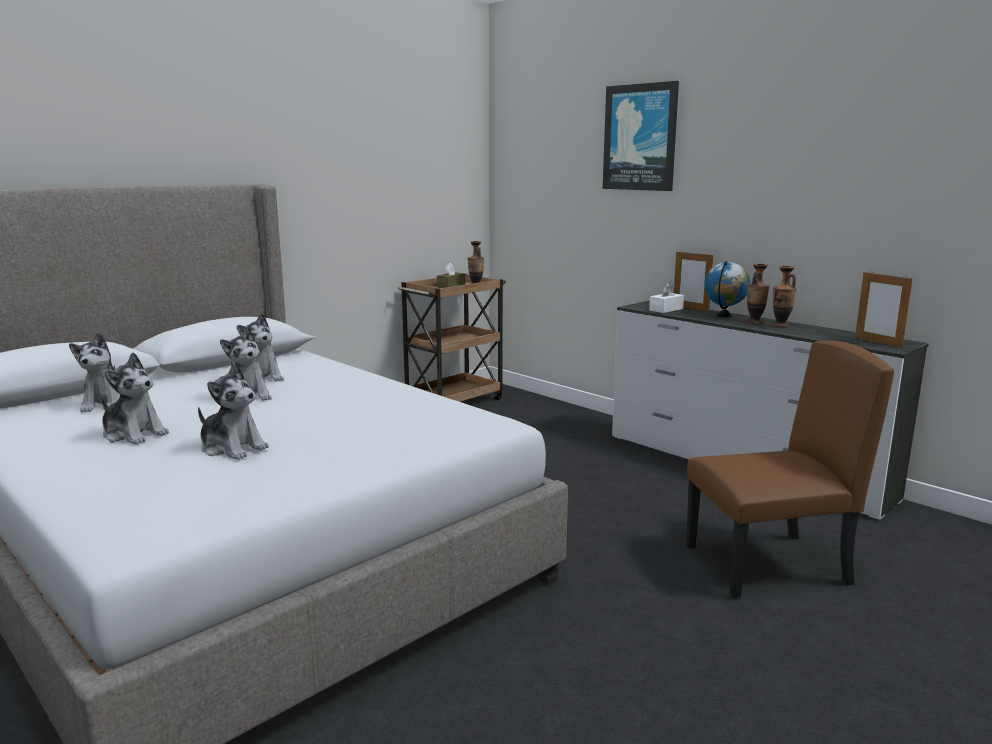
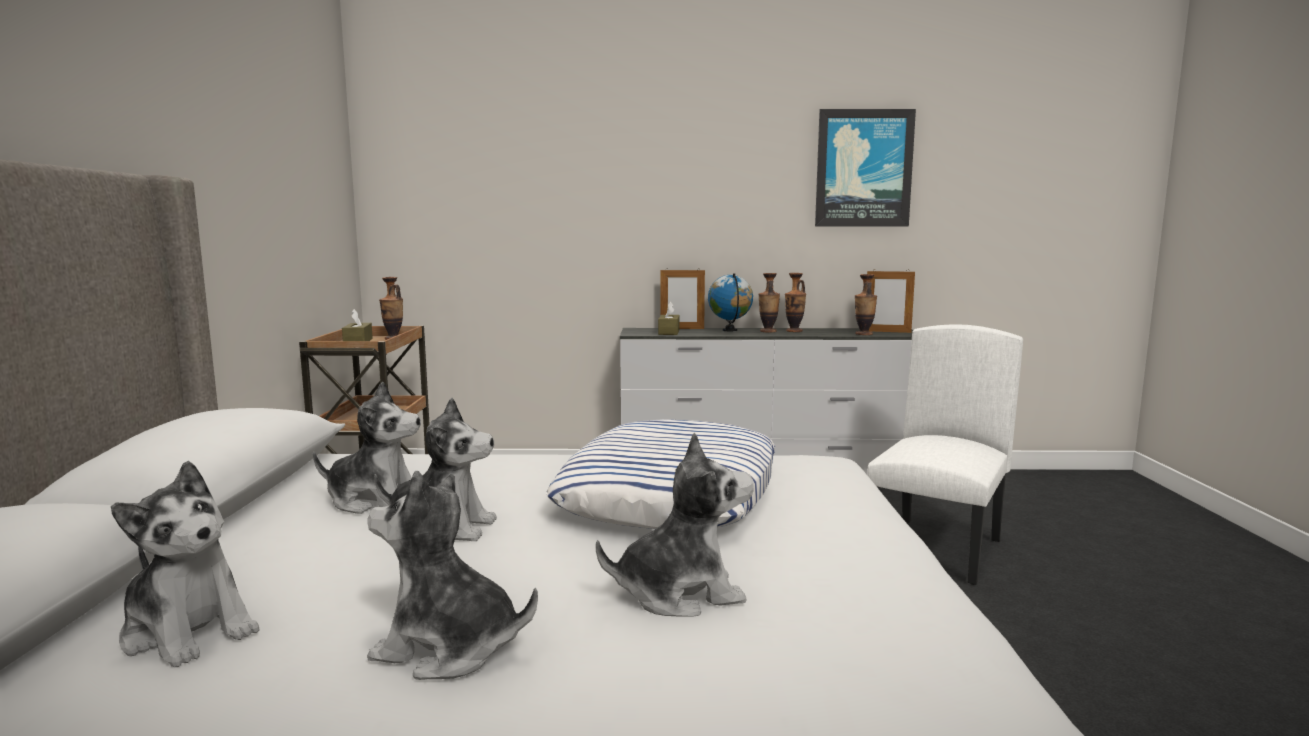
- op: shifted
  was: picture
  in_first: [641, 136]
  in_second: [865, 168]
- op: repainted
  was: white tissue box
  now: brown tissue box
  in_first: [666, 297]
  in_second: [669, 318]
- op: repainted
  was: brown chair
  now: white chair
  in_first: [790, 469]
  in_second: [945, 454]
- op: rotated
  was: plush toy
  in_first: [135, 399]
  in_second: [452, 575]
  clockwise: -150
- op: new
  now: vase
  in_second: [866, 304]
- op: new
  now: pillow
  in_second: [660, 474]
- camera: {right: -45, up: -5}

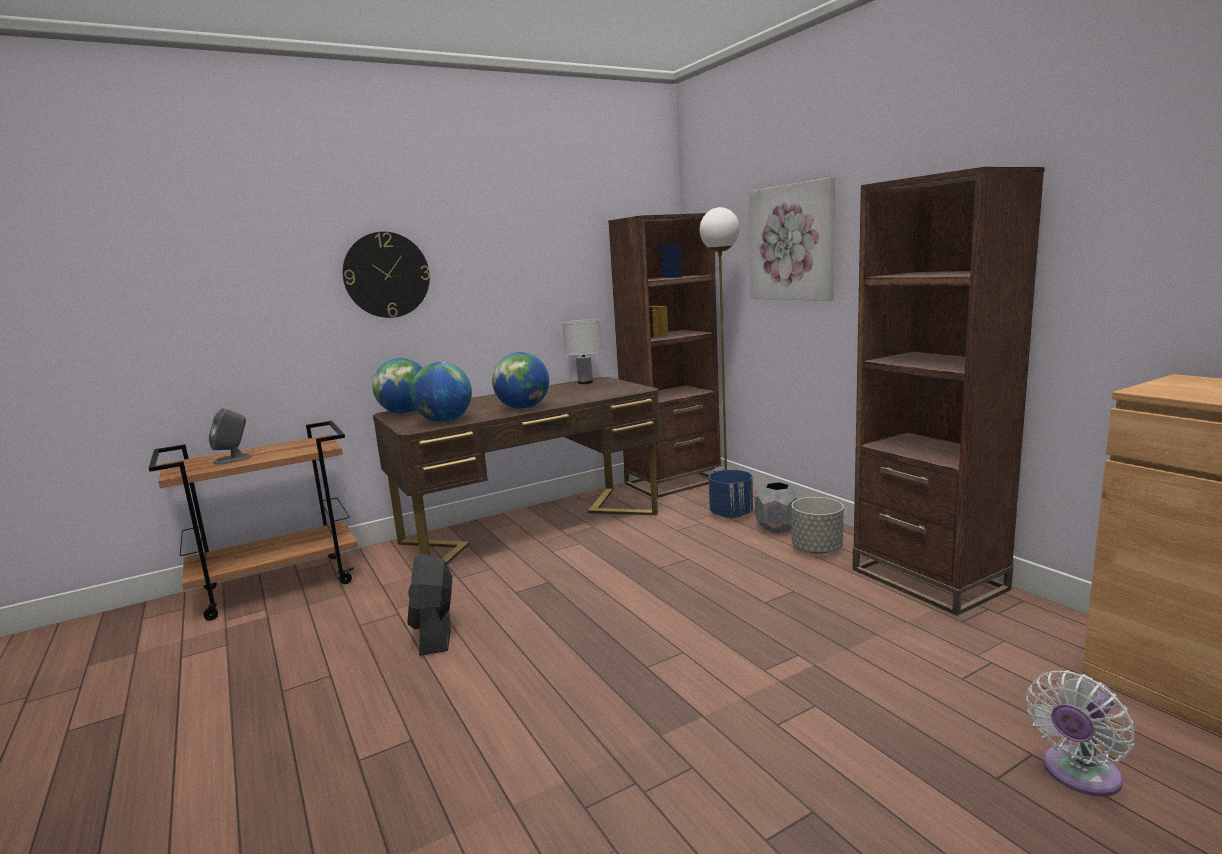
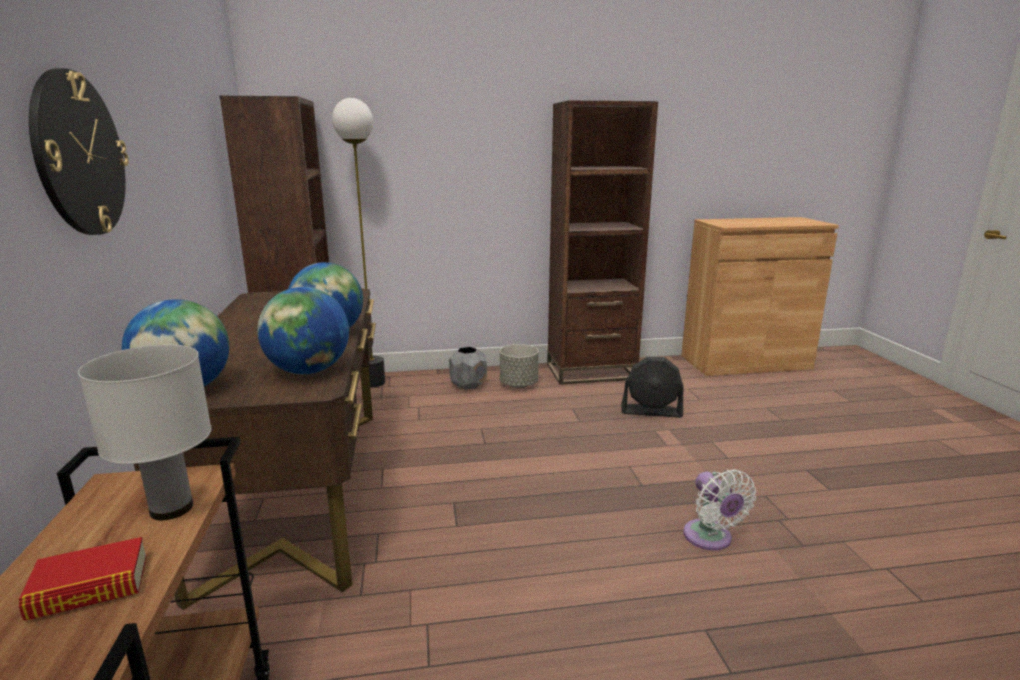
- op: gone
  was: picture
  in_first: [792, 239]
- op: shifted
  was: white table lamp
  in_first: [582, 351]
  in_second: [145, 432]
- op: swapped
  was: grey speaker
  now: book
  in_first: [230, 436]
  in_second: [83, 579]
- op: gone
  was: blue planter
  in_first: [731, 494]
- op: shifted
  was: black fan
  in_first: [429, 605]
  in_second: [652, 387]
- op: shifted
  was: white fan
  in_first: [1080, 733]
  in_second: [719, 510]
- camera: {right: -70, up: 5}

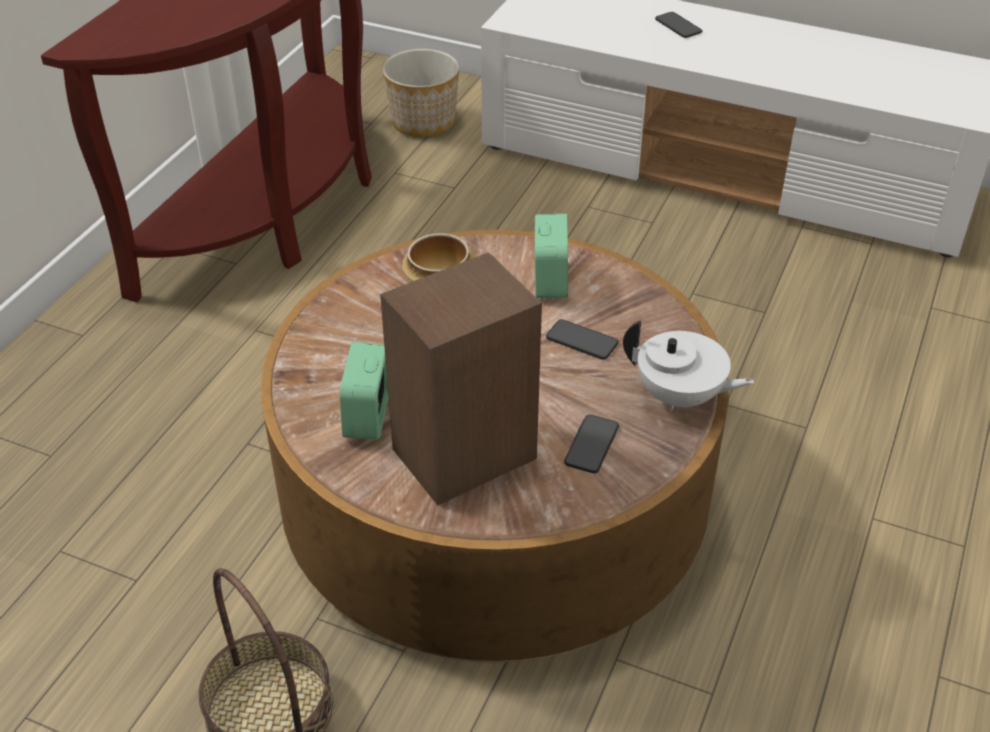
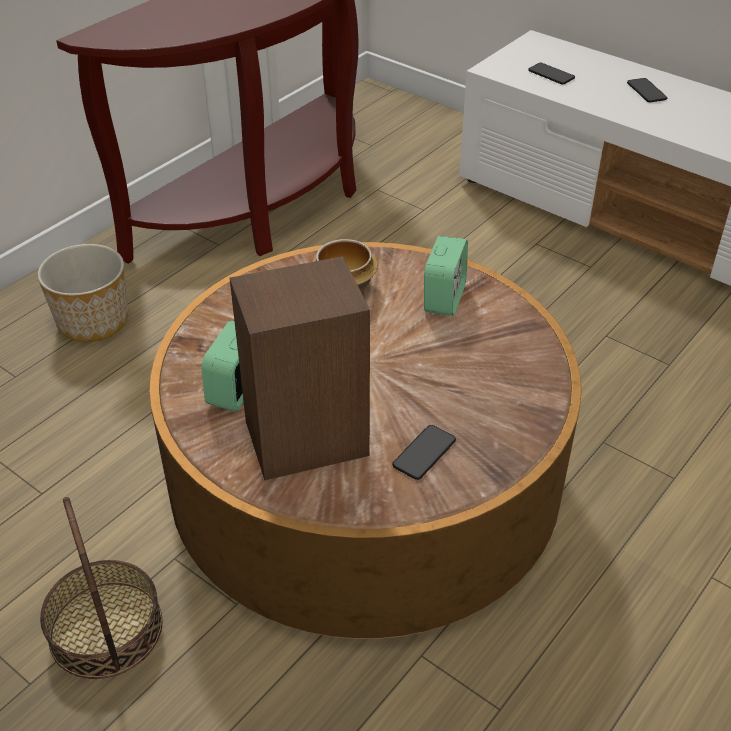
- op: shifted
  was: planter
  in_first: [420, 93]
  in_second: [82, 293]
- op: shifted
  was: phone
  in_first: [582, 339]
  in_second: [551, 73]
- op: gone
  was: white teapot
  in_first: [688, 366]
- camera: {right: 15, up: 0}

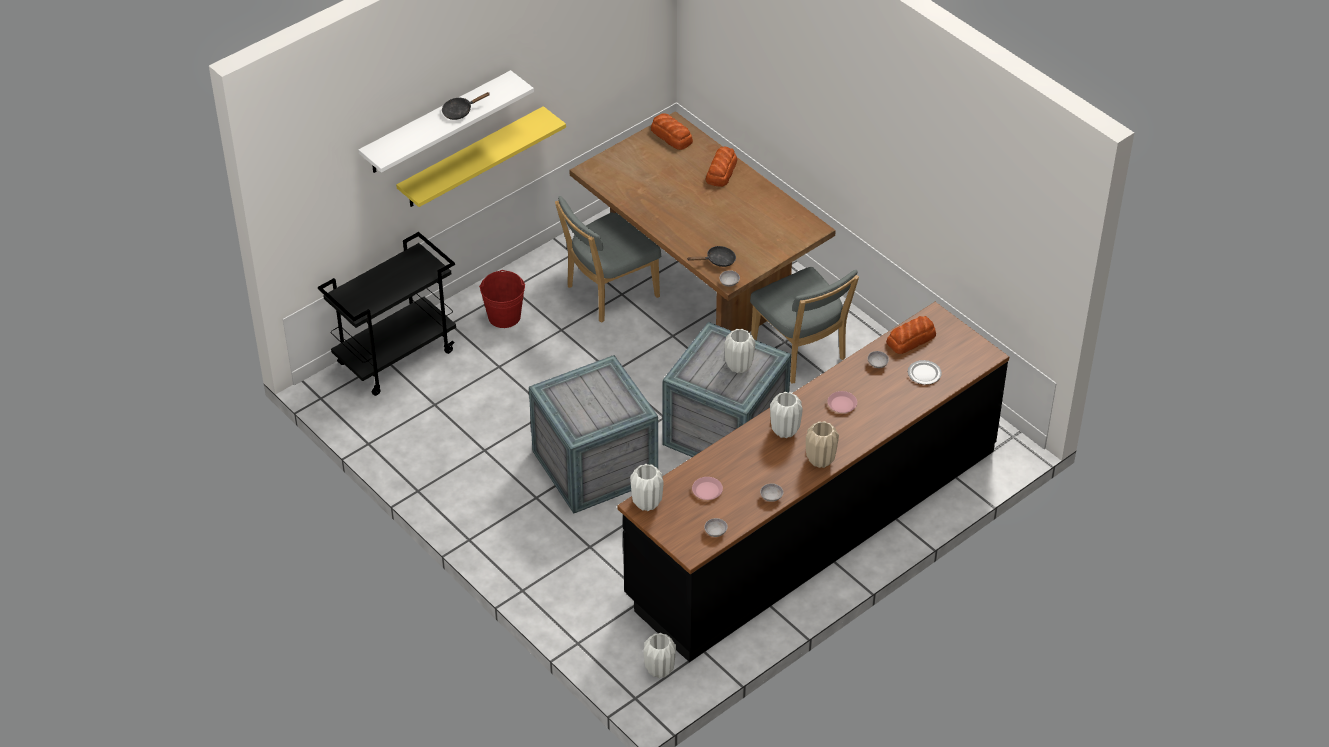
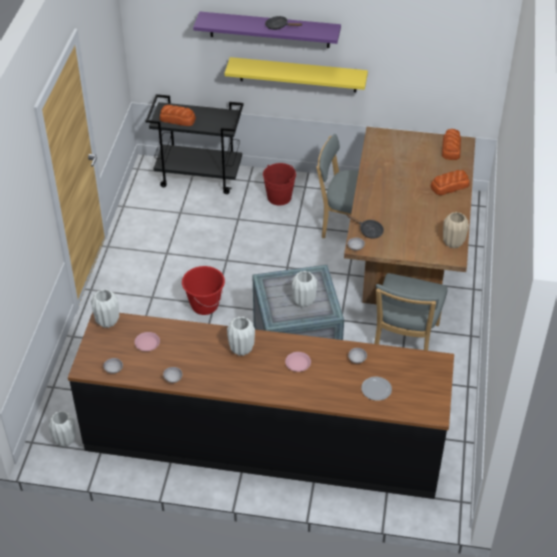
- op: repainted
  was: white shelf
  now: purple shelf
  in_first: [446, 121]
  in_second: [267, 29]
- op: shifted
  was: bread
  in_first: [911, 335]
  in_second: [178, 115]
- op: swapped
  was: crate
  now: red bucket
  in_first: [593, 434]
  in_second: [203, 290]
- op: shifted
  was: beige vase
  in_first: [822, 444]
  in_second: [456, 230]
- camera: {right: 50, up: 0}

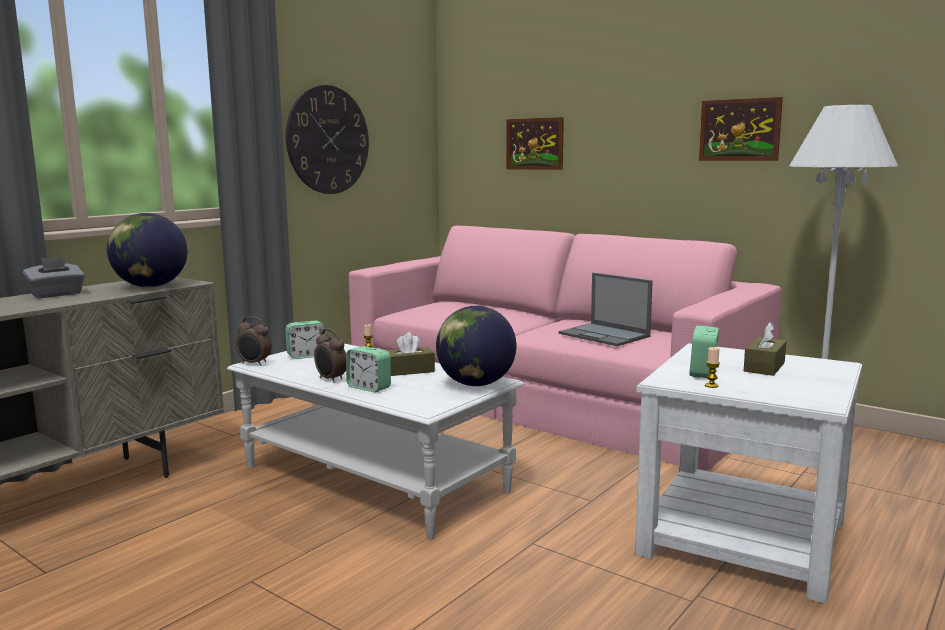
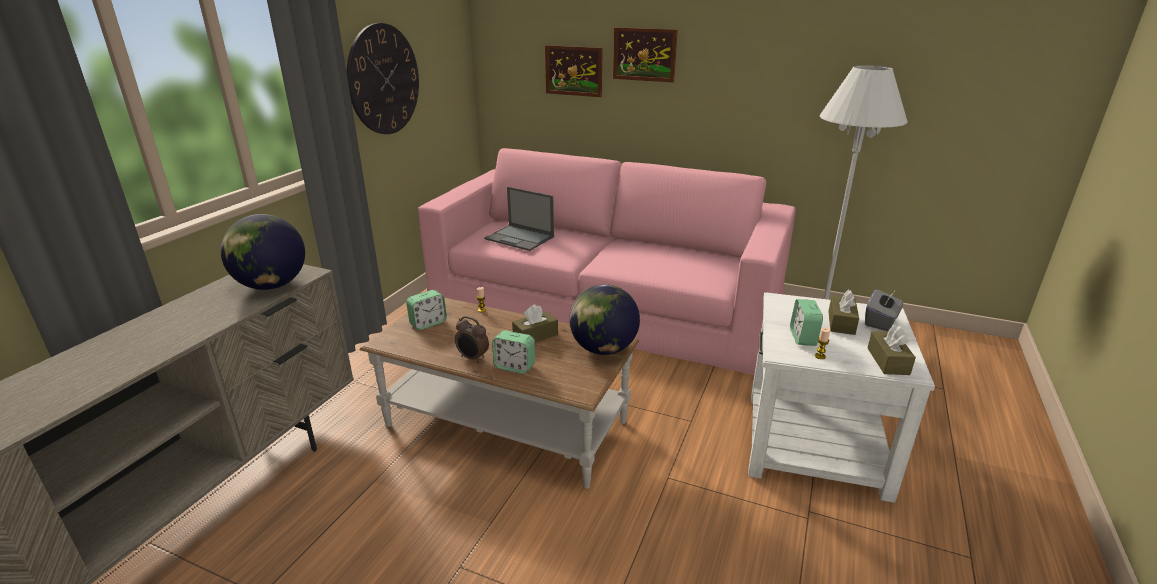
- op: shifted
  was: picture
  in_first: [741, 129]
  in_second: [645, 55]
- op: shifted
  was: grey tissue box
  in_first: [54, 277]
  in_second: [884, 310]
- op: shifted
  was: laptop
  in_first: [606, 309]
  in_second: [519, 219]
- op: gone
  was: alarm clock
  in_first: [254, 341]
- op: repainted
  was: white coffee table
  now: brown coffee table
  in_first: [376, 441]
  in_second: [499, 393]
- op: new
  now: brown tissue box
  in_second: [892, 350]
- camera: {right: -15, up: 15}

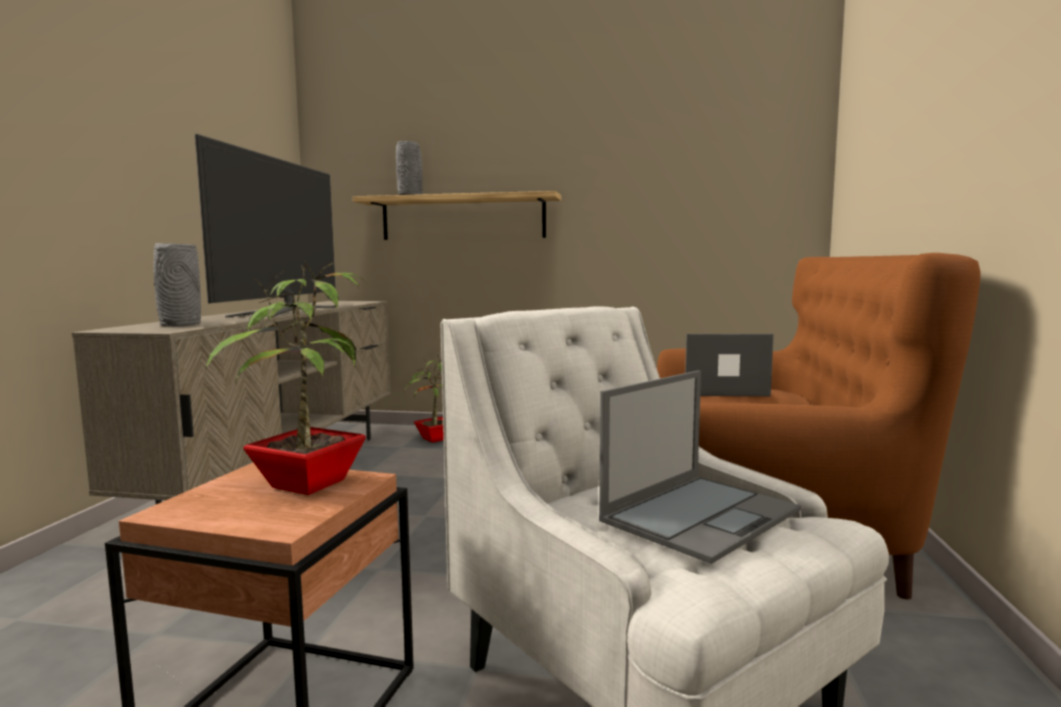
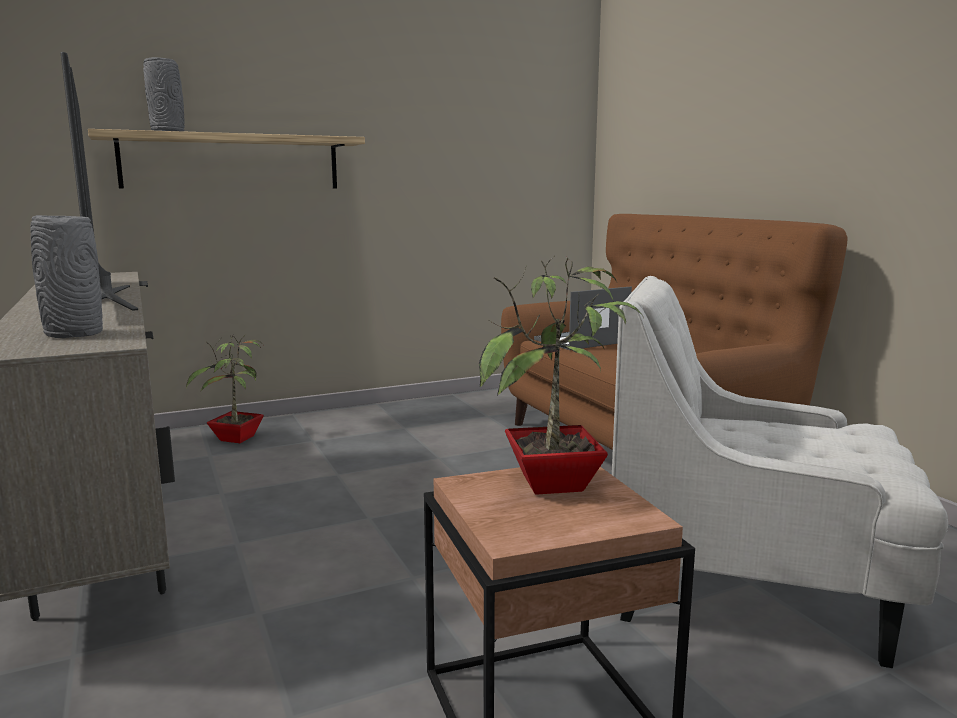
- op: gone
  was: laptop
  in_first: [700, 467]
- camera: {right: -35, up: 5}

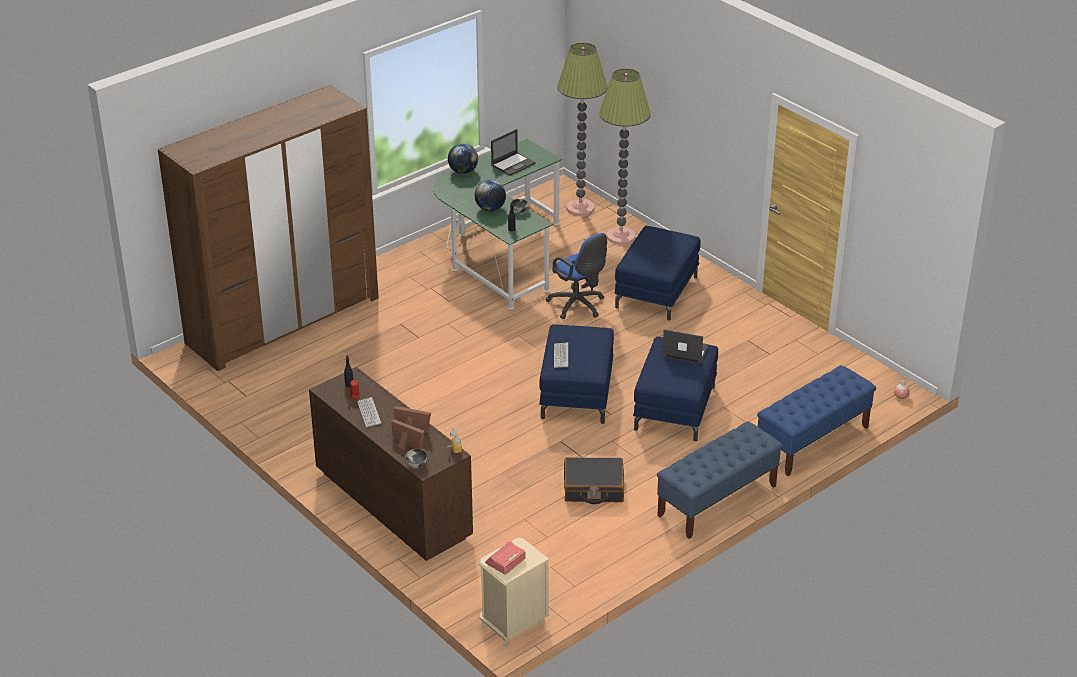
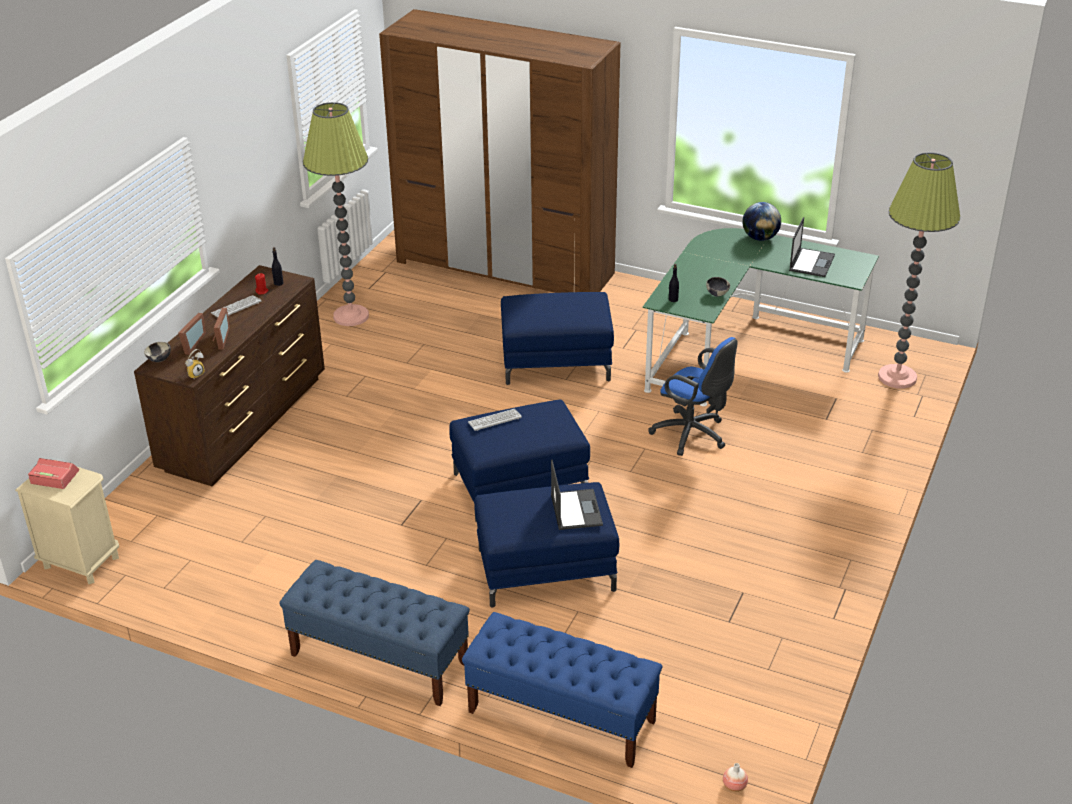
- op: shifted
  was: floor lamp
  in_first: [625, 156]
  in_second: [336, 214]
- op: rotated
  was: laptop
  in_first: [513, 152]
  in_second: [812, 247]
  clockwise: -90
- op: gone
  was: globe
  in_first: [490, 195]
- op: shifted
  was: blue ottoman
  in_first: [657, 272]
  in_second: [557, 338]
- op: rotated
  was: blue office chair
  in_first: [576, 276]
  in_second: [693, 396]
  clockwise: -75
- op: gone
  was: black suitcase
  in_first: [594, 480]
- camera: {right: 65, up: 0}

